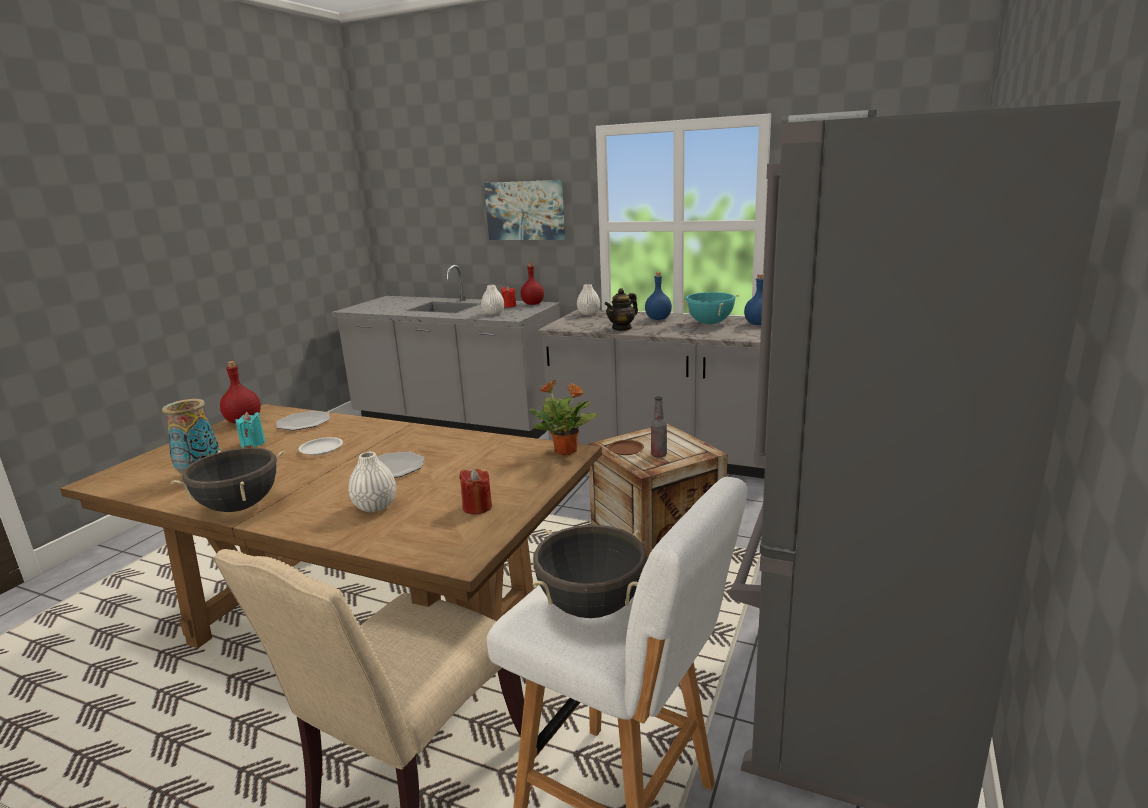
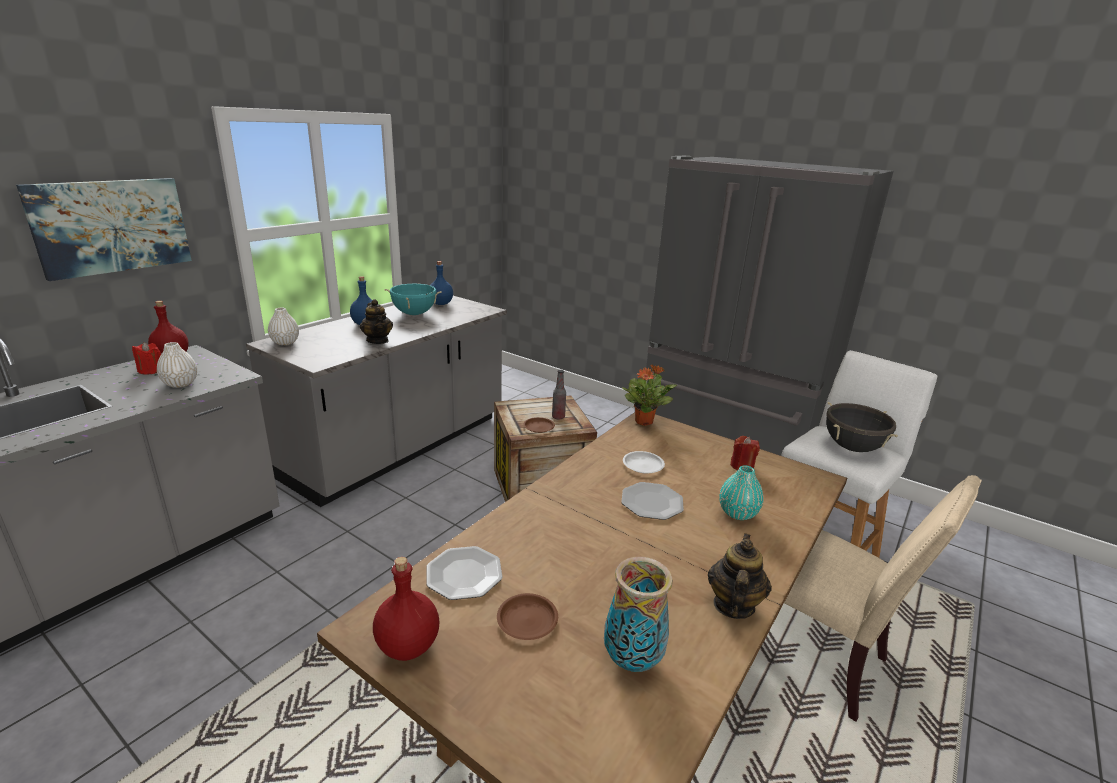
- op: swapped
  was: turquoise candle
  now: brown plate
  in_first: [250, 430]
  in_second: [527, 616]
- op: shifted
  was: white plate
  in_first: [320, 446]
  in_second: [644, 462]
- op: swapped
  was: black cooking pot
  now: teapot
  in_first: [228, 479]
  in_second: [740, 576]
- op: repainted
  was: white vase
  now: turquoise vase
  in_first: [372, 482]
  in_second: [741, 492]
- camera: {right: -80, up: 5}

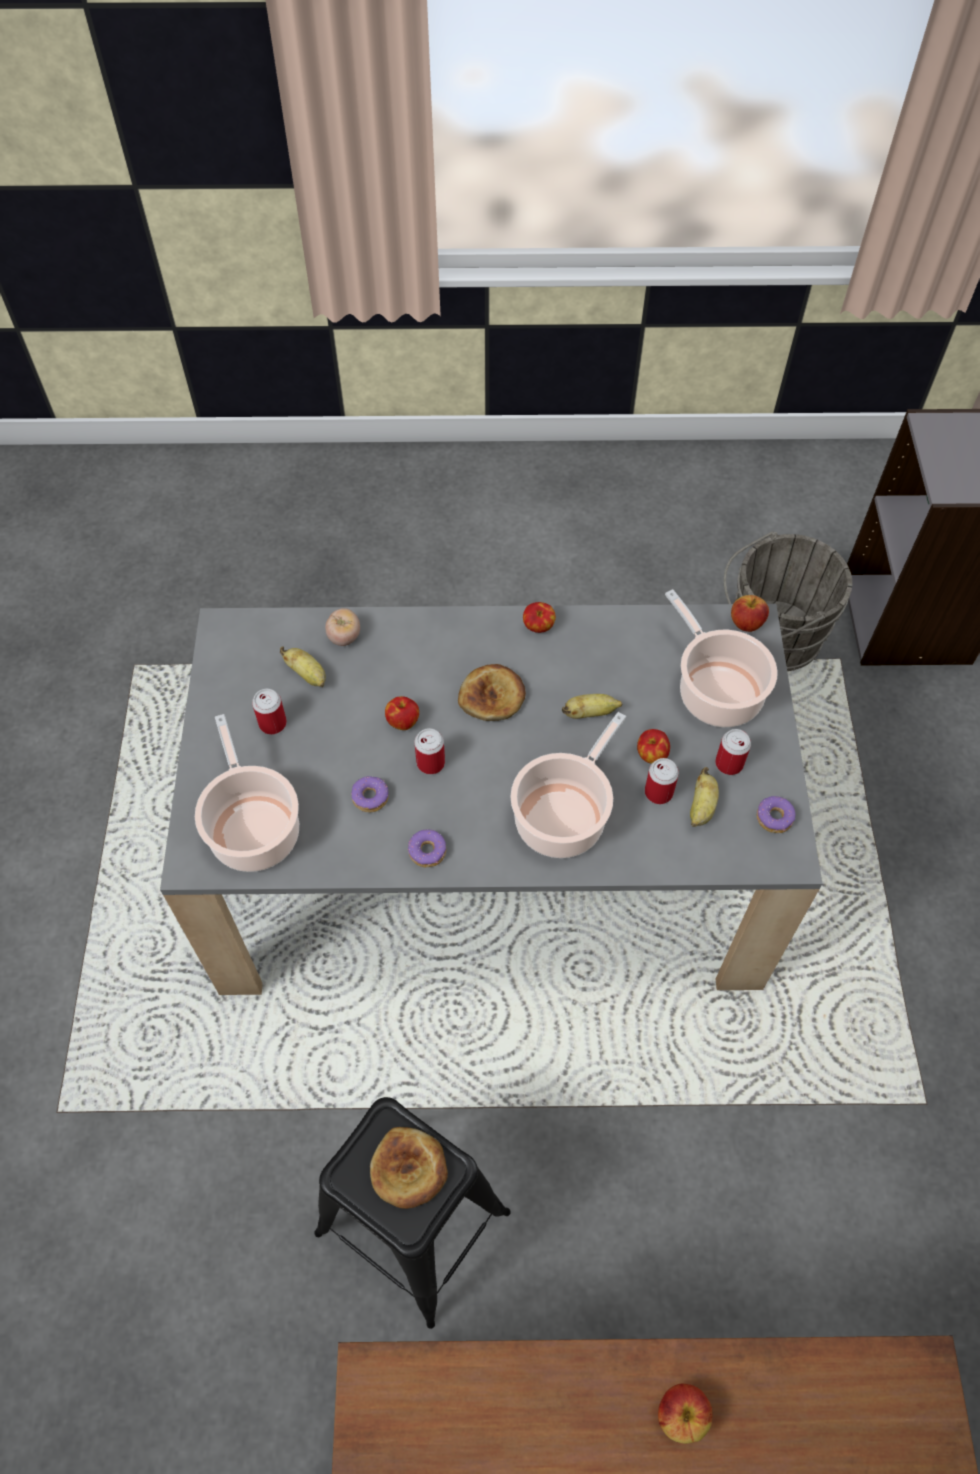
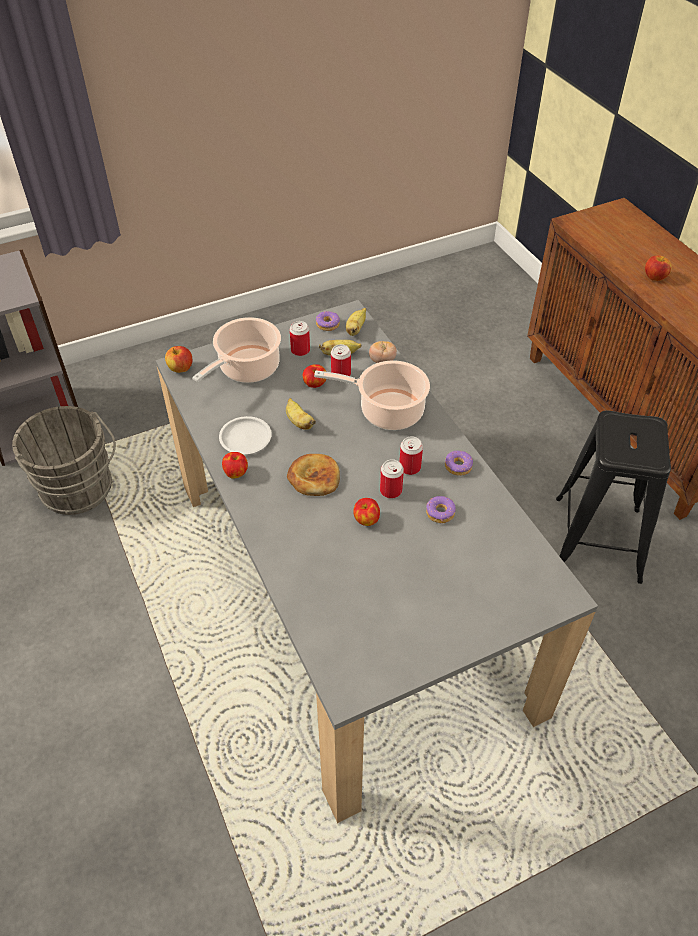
- op: shifted
  was: tomato
  in_first: [342, 627]
  in_second: [383, 352]
- op: shifted
  was: banana
  in_first: [303, 666]
  in_second: [356, 322]
- op: shifted
  was: can
  in_first: [269, 711]
  in_second: [411, 455]
- op: gone
  was: cooking pot
  in_first: [247, 793]
- op: gone
  was: bread
  in_first: [409, 1168]
- op: new
  now: white plate
  in_second: [245, 435]
- camera: {right: -115, up: -10}

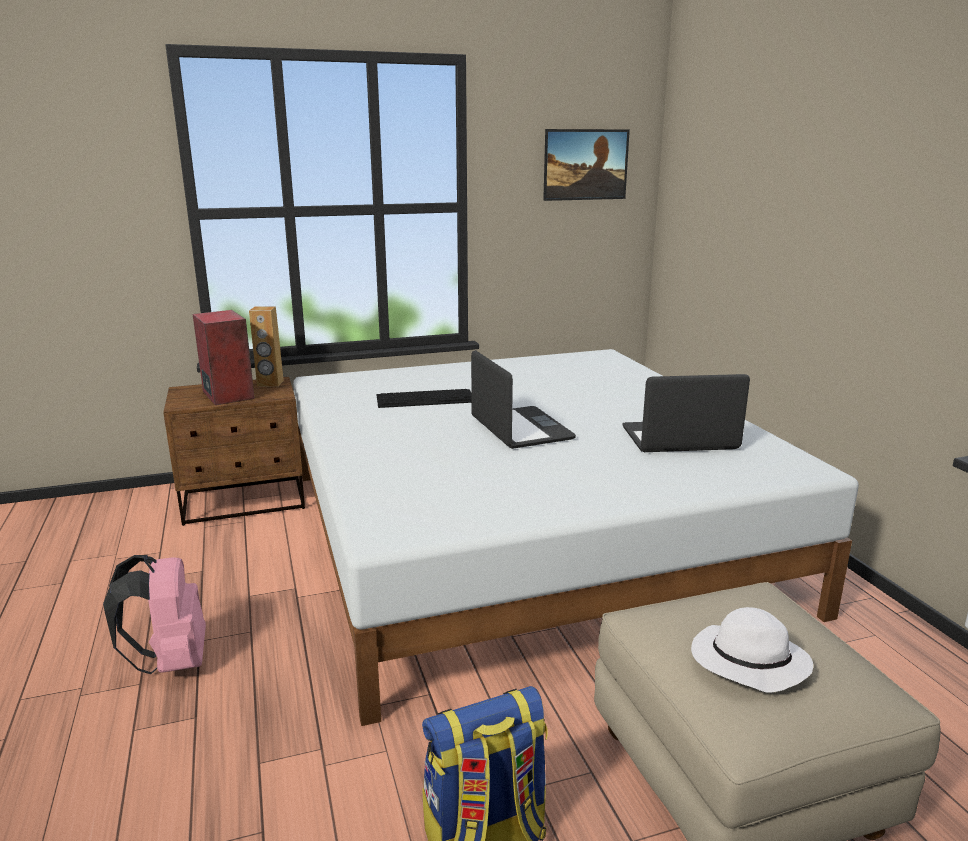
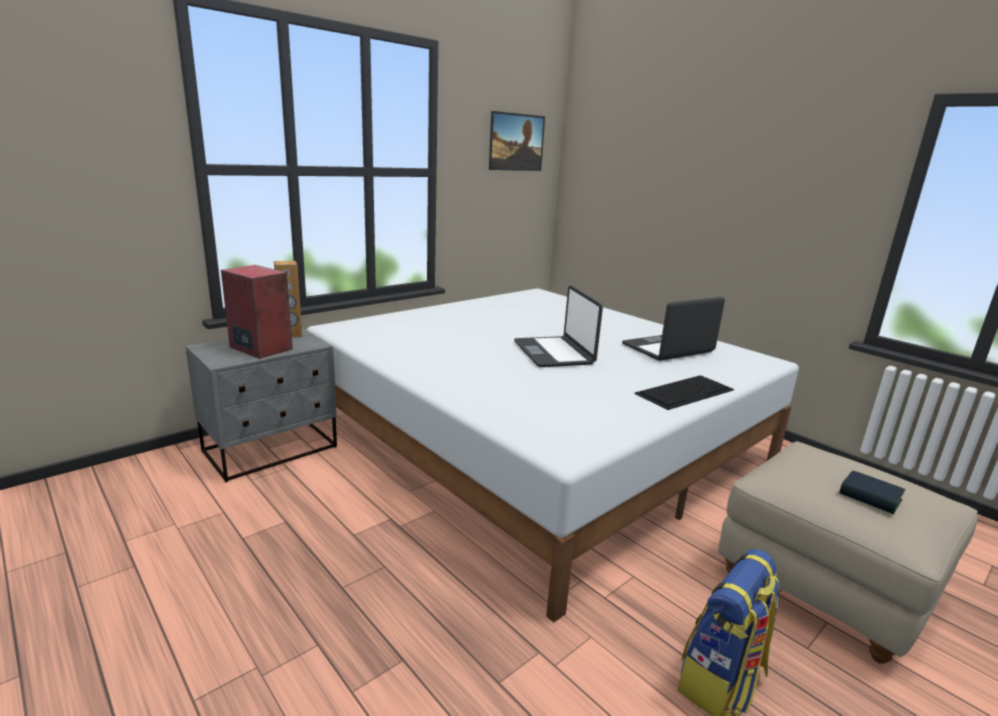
- op: rotated
  was: laptop
  in_first: [523, 399]
  in_second: [558, 326]
  clockwise: -150
- op: repainted
  was: brown nightstand
  now: grey nightstand
  in_first: [234, 451]
  in_second: [261, 405]
- op: shifted
  was: keyboard
  in_first: [424, 398]
  in_second: [684, 392]
- op: gone
  was: pink backpack
  in_first: [154, 614]
- op: swapped
  was: white hat
  now: book
  in_first: [752, 650]
  in_second: [872, 492]
- camera: {right: -25, up: 0}

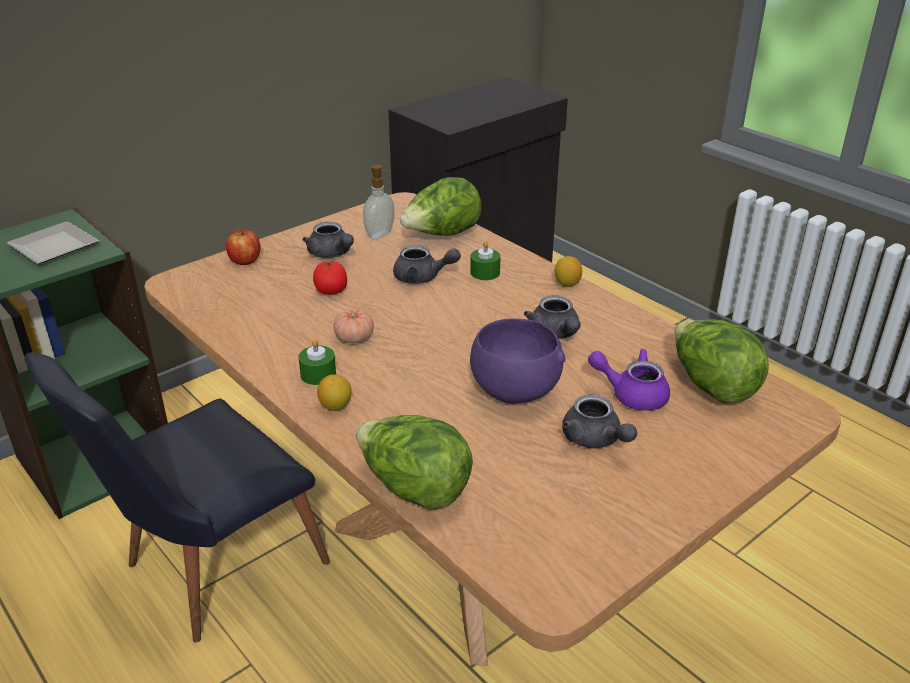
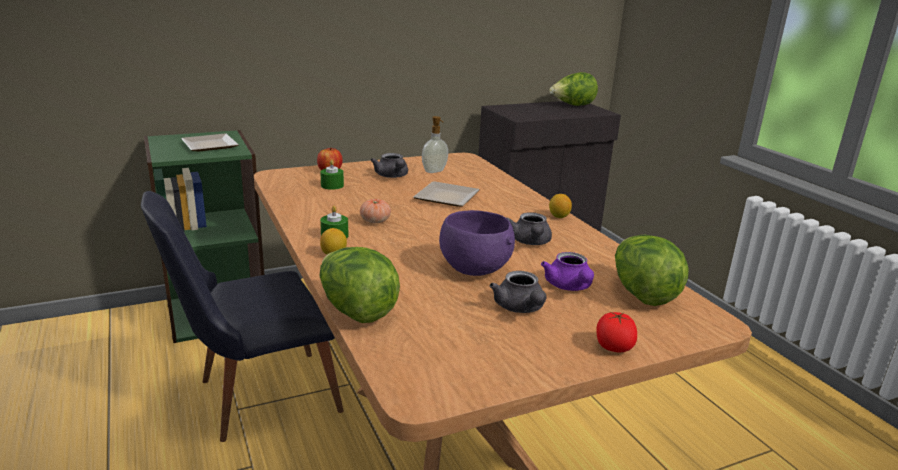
- op: shifted
  was: lettuce
  in_first: [441, 206]
  in_second: [573, 89]
- op: shifted
  was: green candle
  in_first: [485, 260]
  in_second: [332, 175]
- op: swapped
  was: grey teapot
  now: plate
  in_first: [427, 264]
  in_second: [446, 194]
- op: shifted
  was: tomato
  in_first: [330, 277]
  in_second: [617, 332]
- op: rotated
  was: purple teapot
  in_first: [629, 380]
  in_second: [567, 271]
  clockwise: -135
- camera: {right: 15, up: -10}

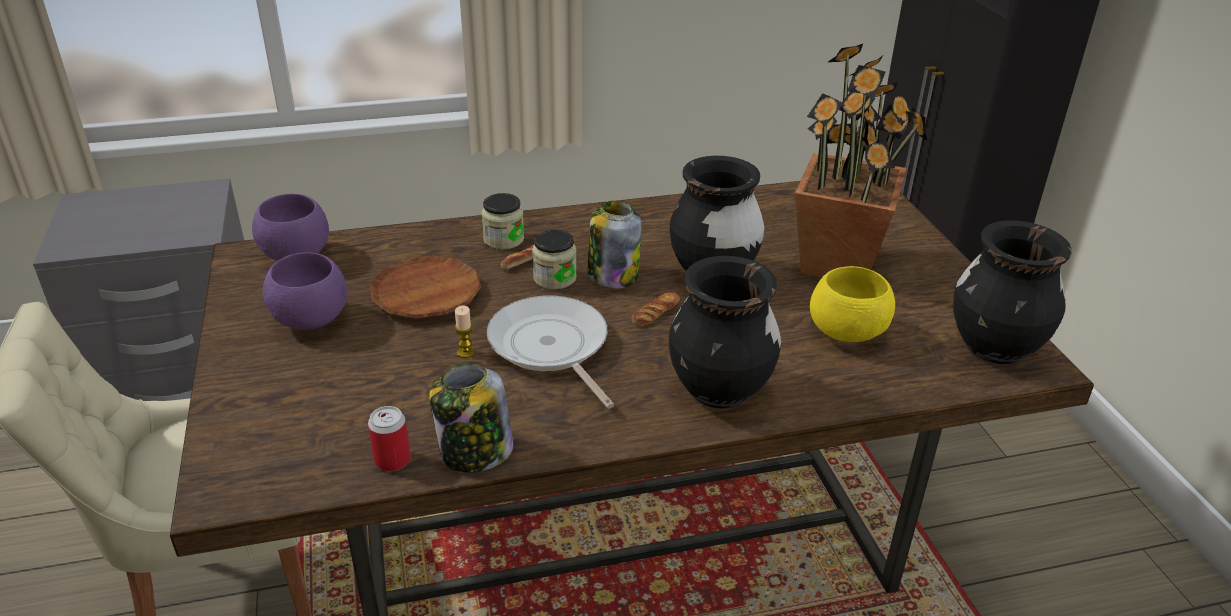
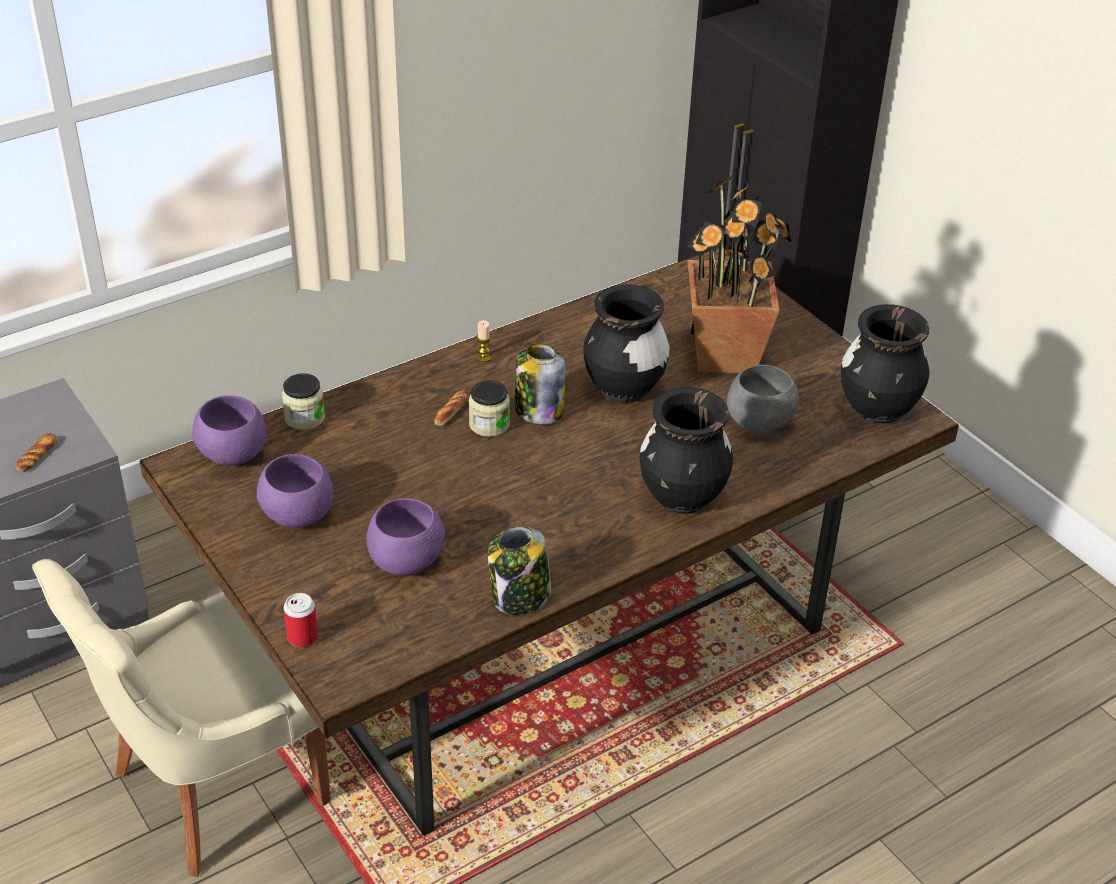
- op: shifted
  was: jar
  in_first: [502, 221]
  in_second: [303, 401]
- op: gone
  was: brown plate
  in_first: [425, 287]
- op: repainted
  was: yellow bowl
  now: grey bowl
  in_first: [852, 304]
  in_second: [763, 398]
- op: shifted
  was: bread
  in_first: [656, 309]
  in_second: [36, 453]
- op: gone
  was: frying pan
  in_first: [550, 351]
- op: shifted
  was: candle
  in_first: [464, 332]
  in_second: [483, 341]
- op: shifted
  was: can
  in_first: [389, 438]
  in_second: [301, 620]
- op: new
  now: purple bowl
  in_second: [405, 536]
- camera: {right: -20, up: 5}

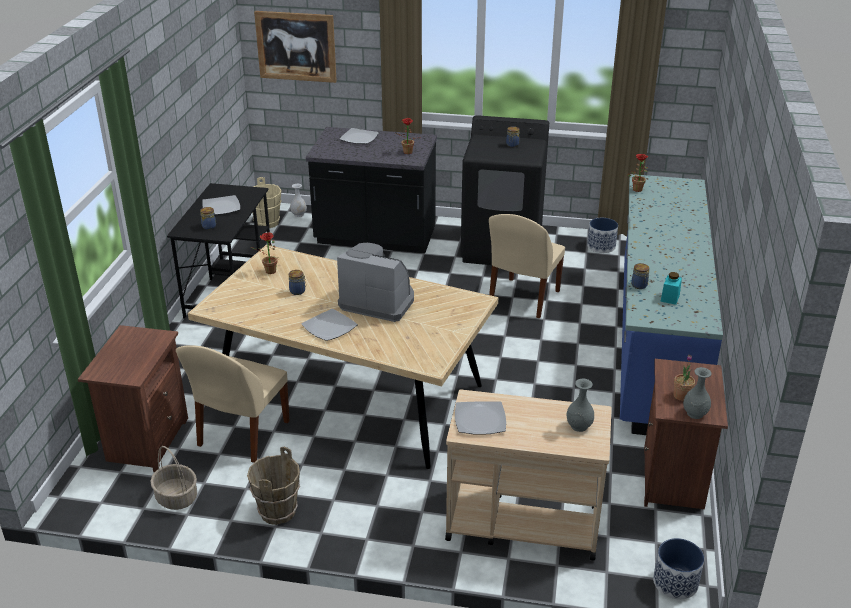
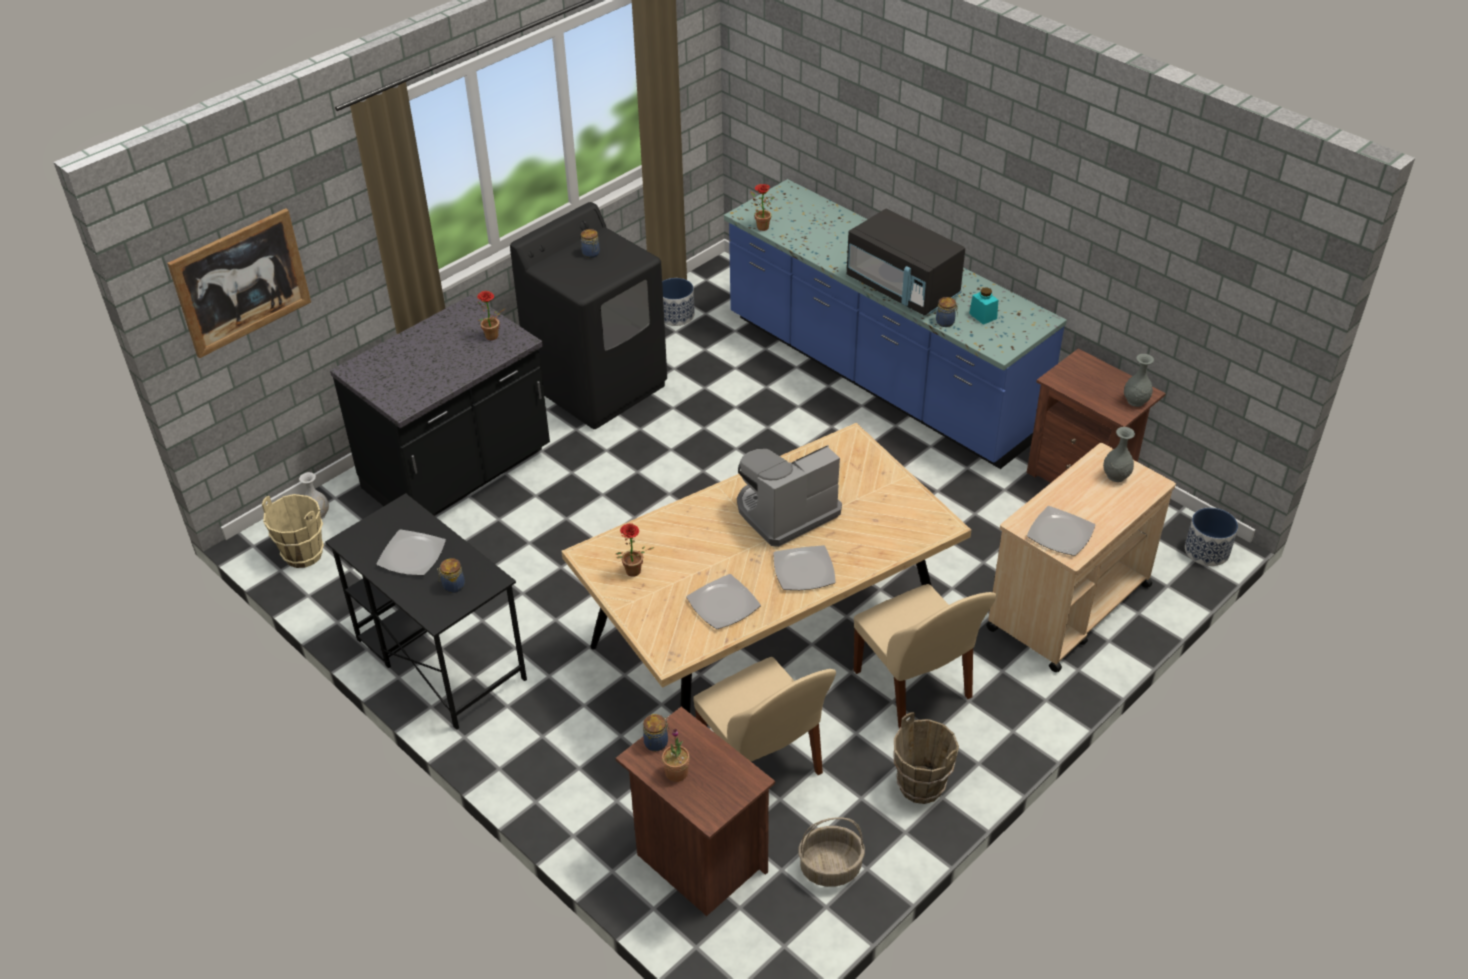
- op: shifted
  was: plate
  in_first: [359, 136]
  in_second: [723, 601]
- op: shifted
  was: beige chair
  in_first: [527, 266]
  in_second: [925, 656]
- op: shifted
  was: jar
  in_first: [297, 282]
  in_second: [656, 732]
- op: shifted
  was: potted plant
  in_first: [684, 378]
  in_second: [676, 755]
- op: new
  now: black microwave
  in_second: [906, 262]
- camera: {right: -55, up: 10}

